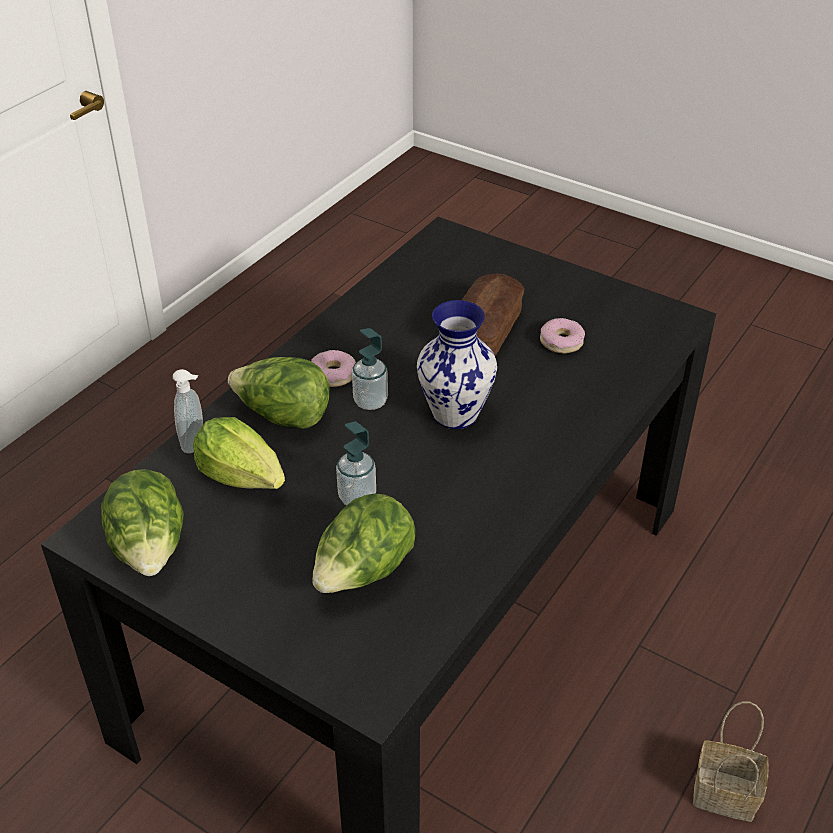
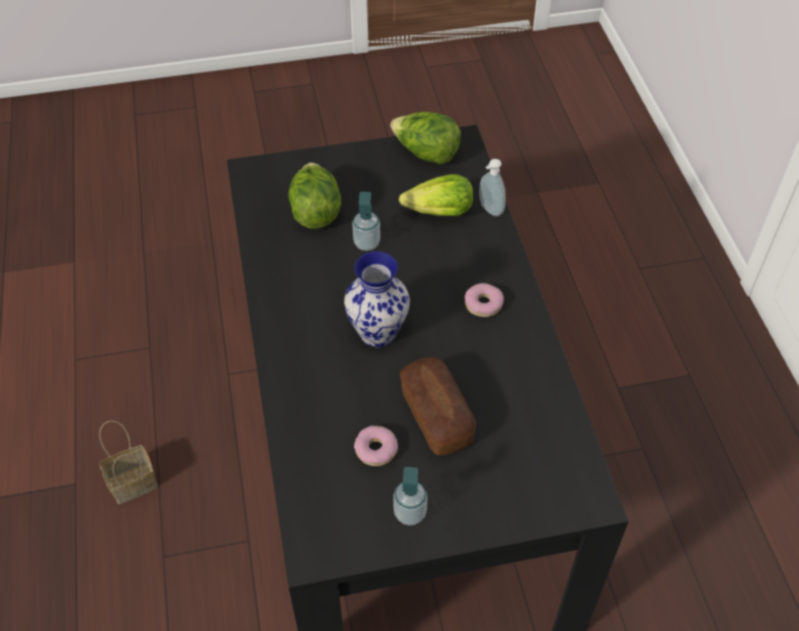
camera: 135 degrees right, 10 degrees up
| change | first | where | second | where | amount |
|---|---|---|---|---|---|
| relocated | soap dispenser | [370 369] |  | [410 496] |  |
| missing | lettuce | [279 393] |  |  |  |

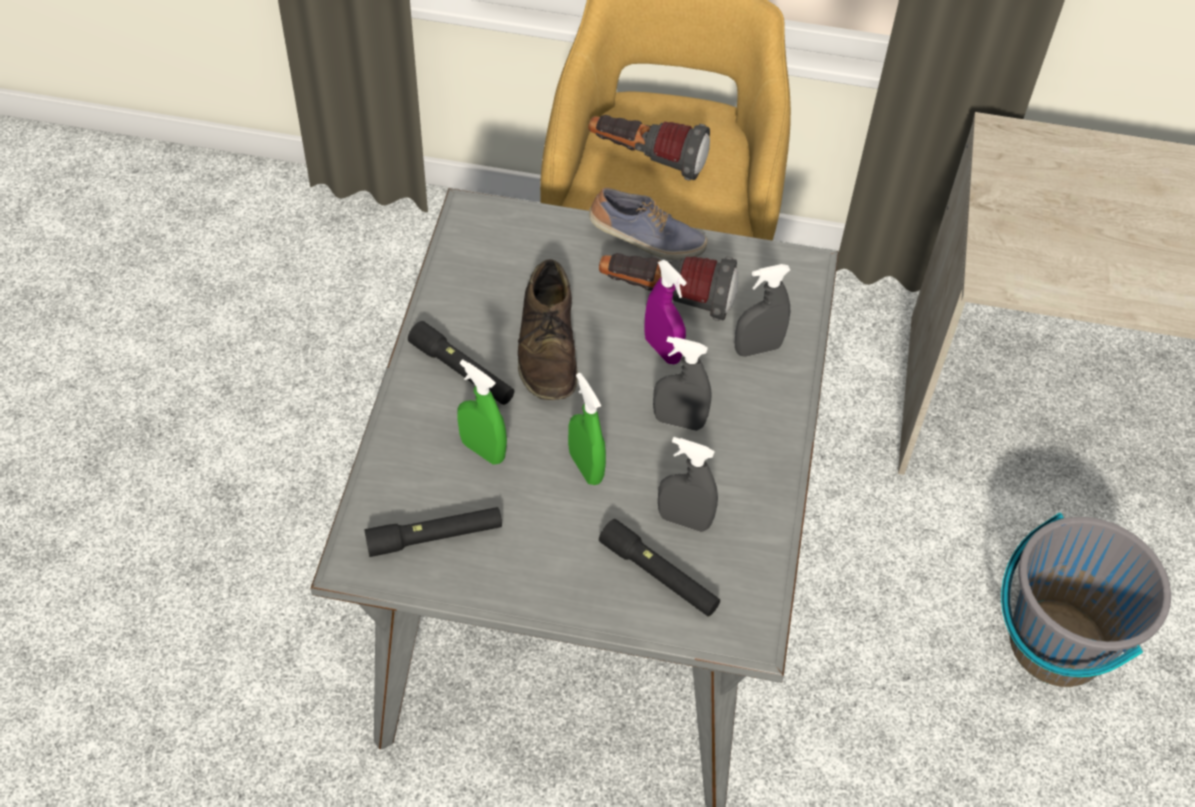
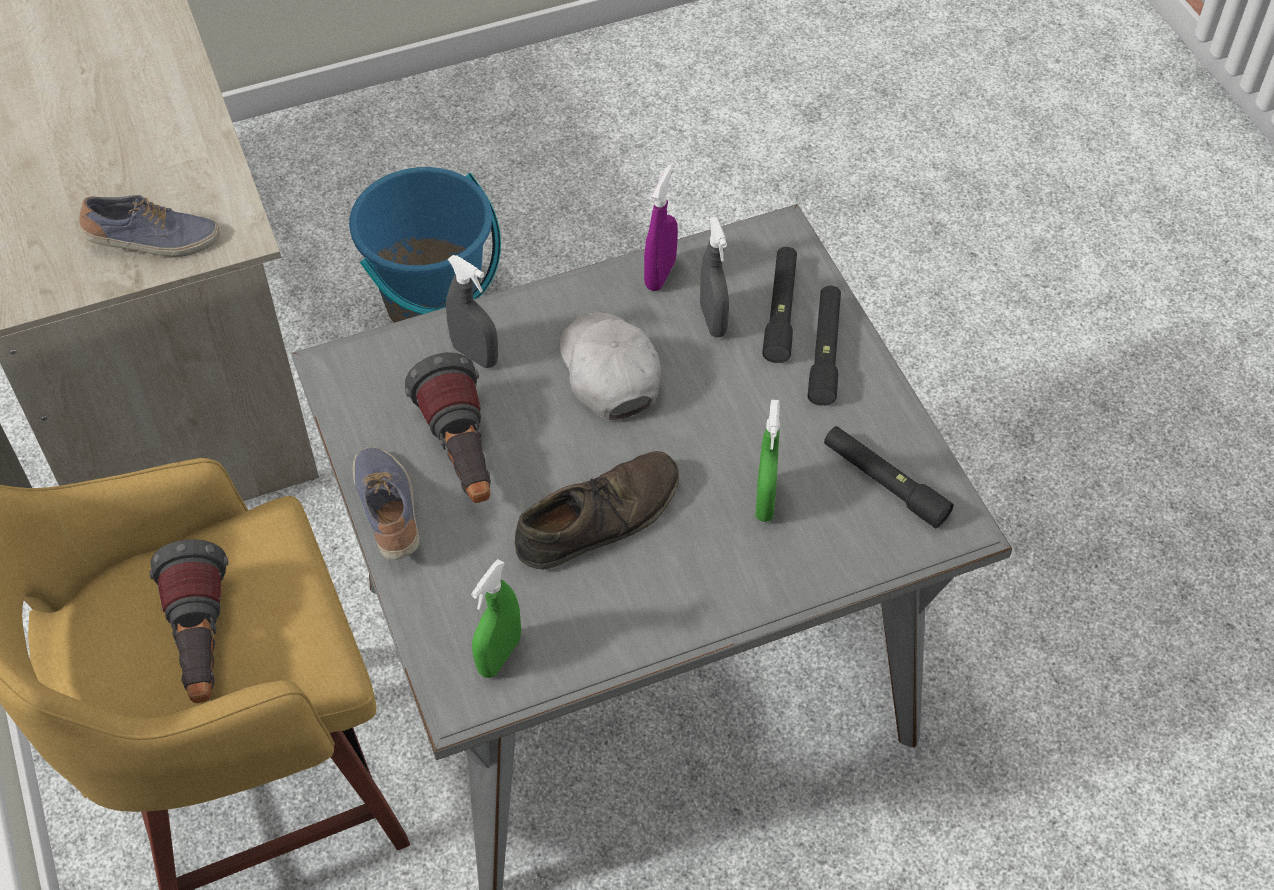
camera: 120 degrees left, 0 degrees up
| change | first | where | second | where | amount |
|---|---|---|---|---|---|
| relocated | spray bottle/purple | [665 312] |  | [661 227] |  |
| relocated | flashlight/black | [461 363] |  | [824 346] |  |
| exchanged | spray bottle/grey | [682 383] | cap/white | [610 366] |  |
| relocated | spray bottle/green | [587 429] |  | [496 618] |  |
| colour | bucket/grey | [1086 600] | bucket/blue | [425 245] |  |
| appeared |  |  | shoe | [149 226] |  |

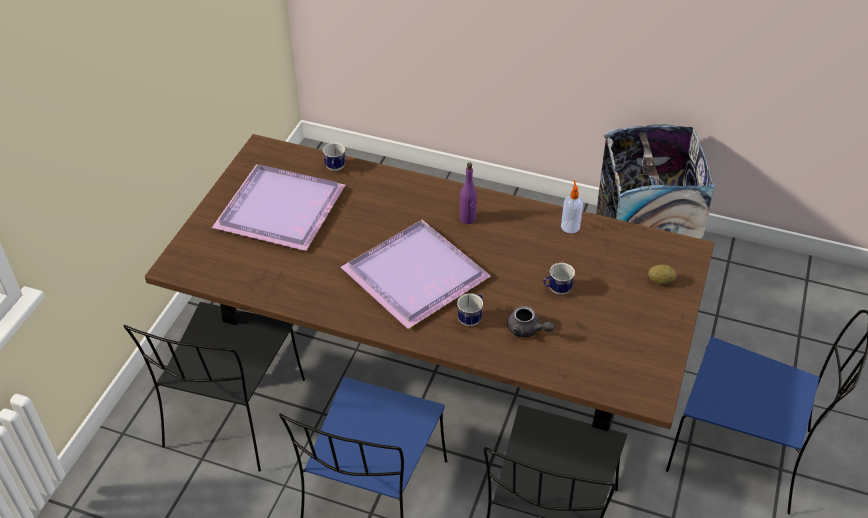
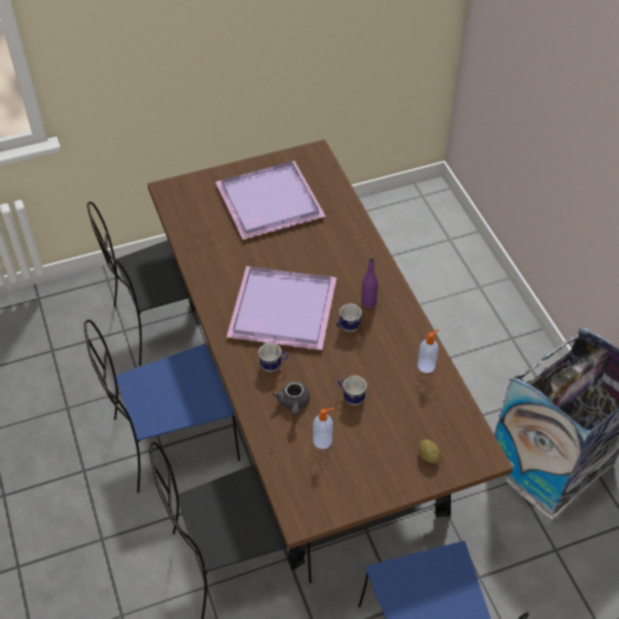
camera: 50 degrees right, 5 degrees up
| change | first | where | second | where | amount |
|---|---|---|---|---|---|
| relocated | mug | [334 156] |  | [349 317] |  |
| appeared |  |  | soap dispenser | [324 428] |  |

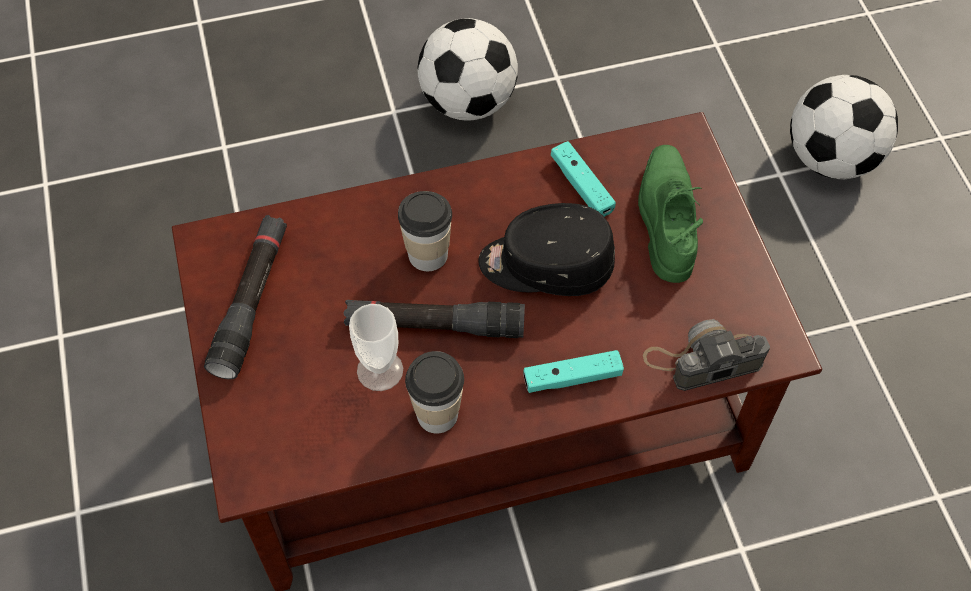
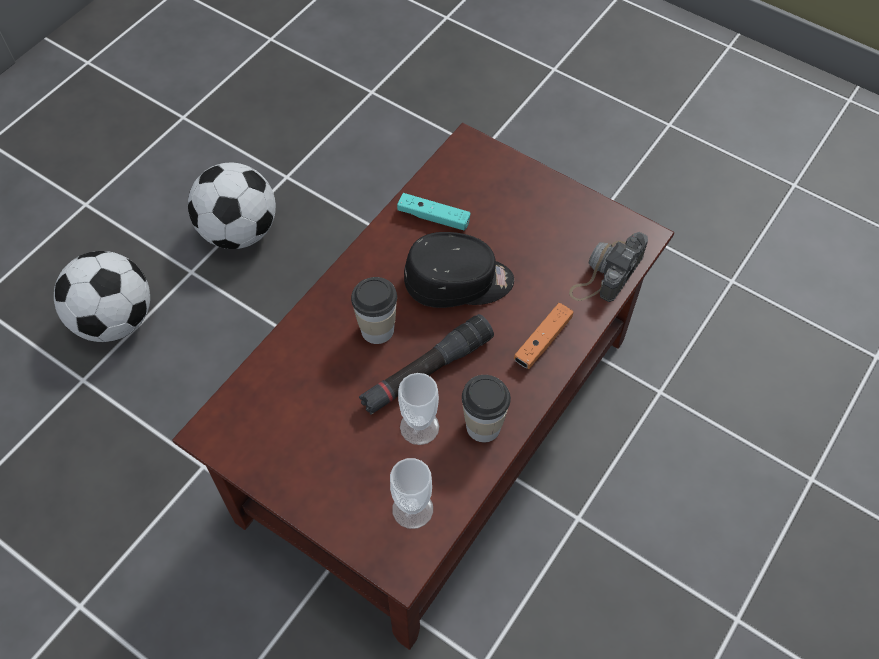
camera: 40 degrees left, 0 degrees up
| change | first | where | second | where | amount |
|---|---|---|---|---|---|
| relocated | football | [844 127] |  | [102 296] |  |
| missing | shoe/green | [670 214] |  |  |  |
| spun | cap/black | [547 249] |  | [459 270] | 150 degrees counterclockwise |
| missing | flashlight/black | [245 297] |  |  |  |
| colour | game controller/turquoise | [573 371] | game controller/orange | [543 336] |  |
| appeared |  |  | cup | [411 493] |  |

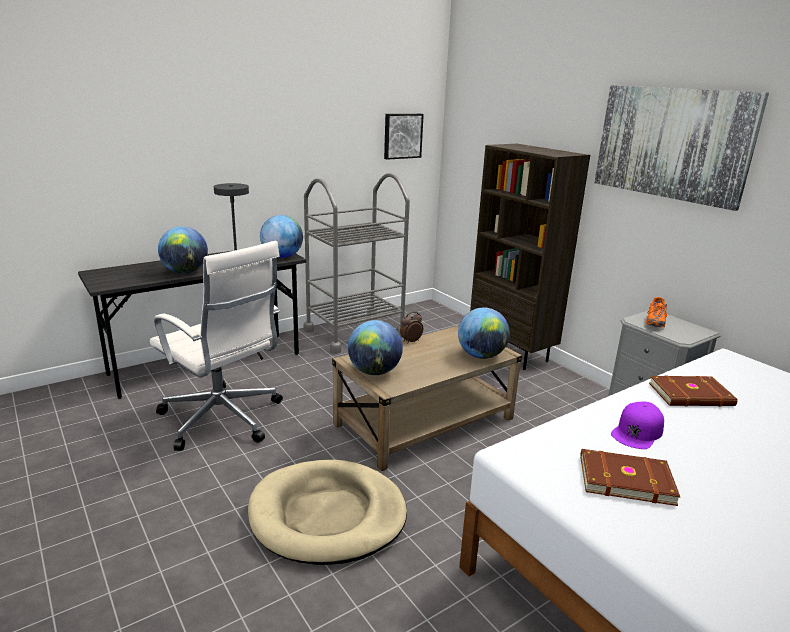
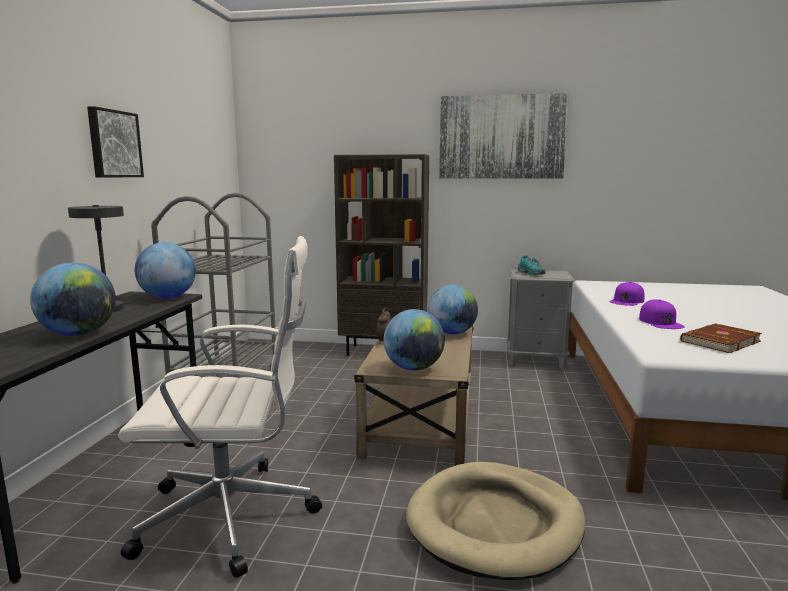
camera: 45 degrees left, 10 degrees down
| change | first | where | second | where | amount |
|---|---|---|---|---|---|
| relocated | picture | [404 137] |  | [115 141] |  |
| colour | shoe/orange | [656 312] | shoe/turquoise | [531 265] |  |
| exchanged | book/brown | [693 391] | cap/purple | [626 294] |  |

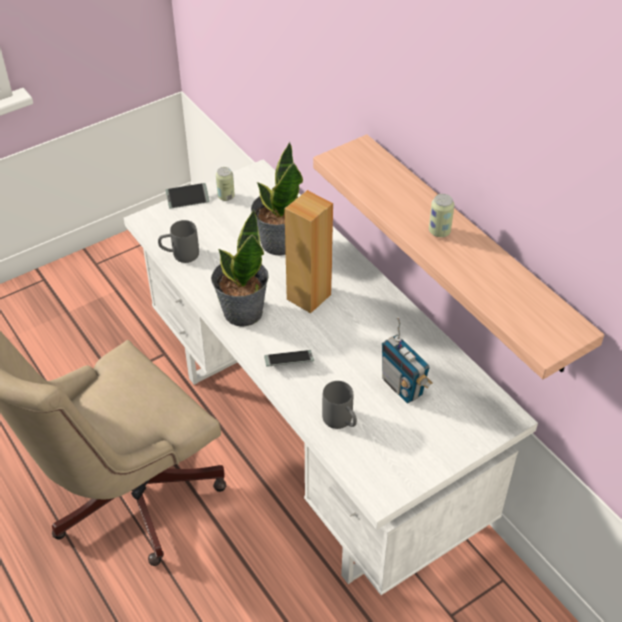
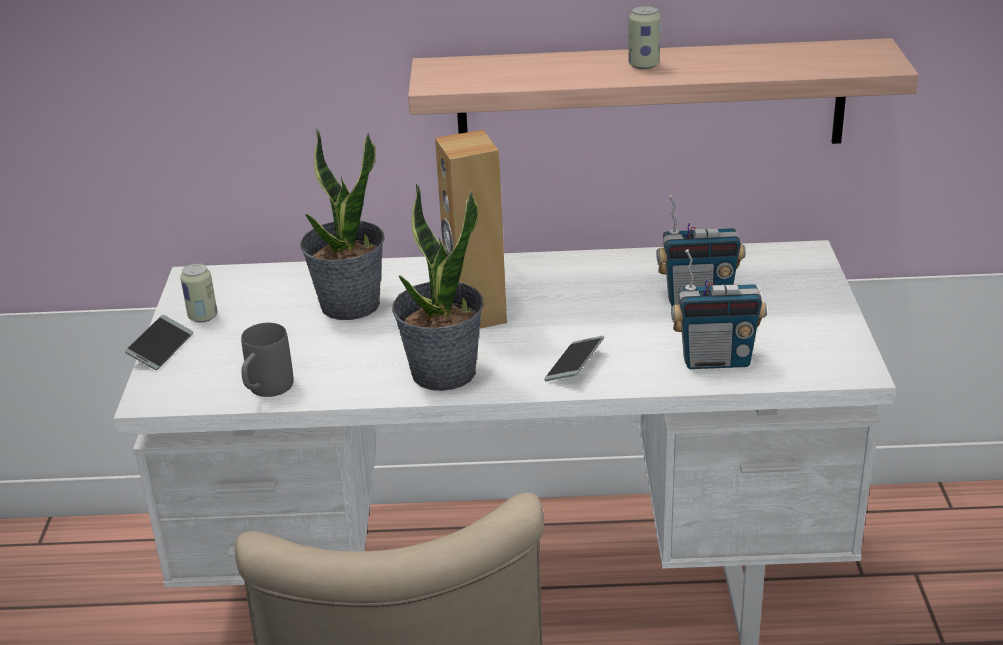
camera: 55 degrees left, 15 degrees down
| change | first | where | second | where | amount |
|---|---|---|---|---|---|
| exchanged | mug/grey | [339 405] | radio | [719 309] |  |

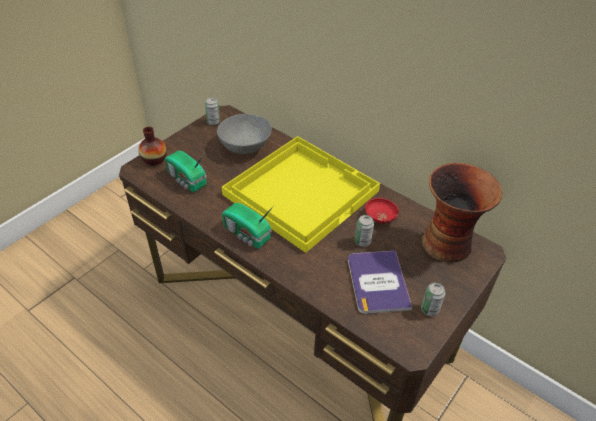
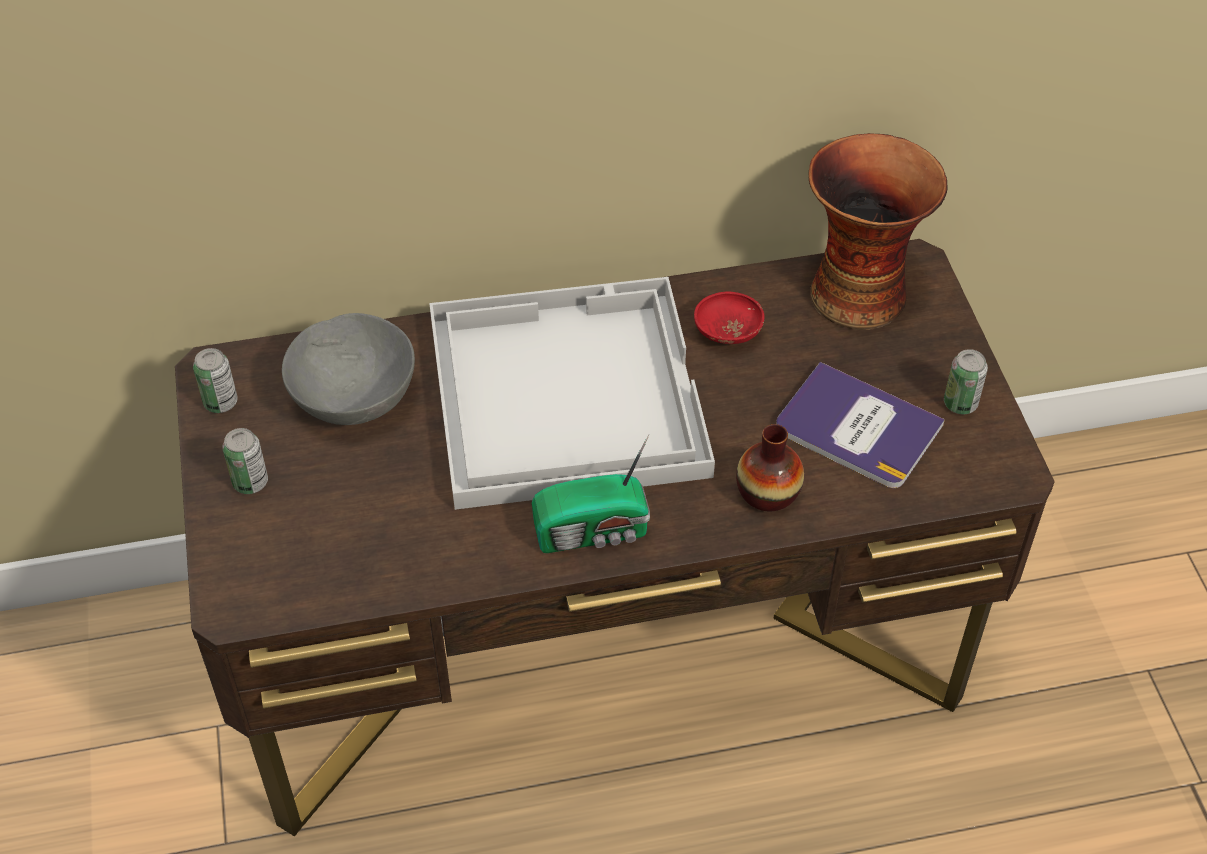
camera: 50 degrees left, 5 degrees up
| change | first | where | second | where | amount |
|---|---|---|---|---|---|
| relocated | vase | [152 146] |  | [770 467] |  |
| colour | tray/yellow | [301 194] | tray/white | [572 393] |  |
| missing | radio | [185 171] |  |  |  |
| relocated | can | [364 231] |  | [245 461] |  |

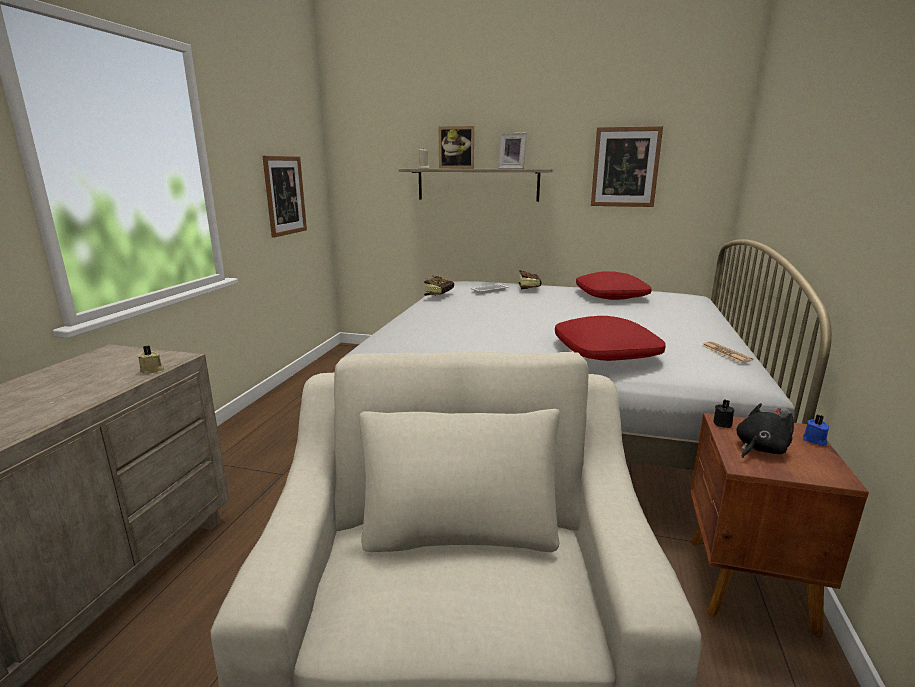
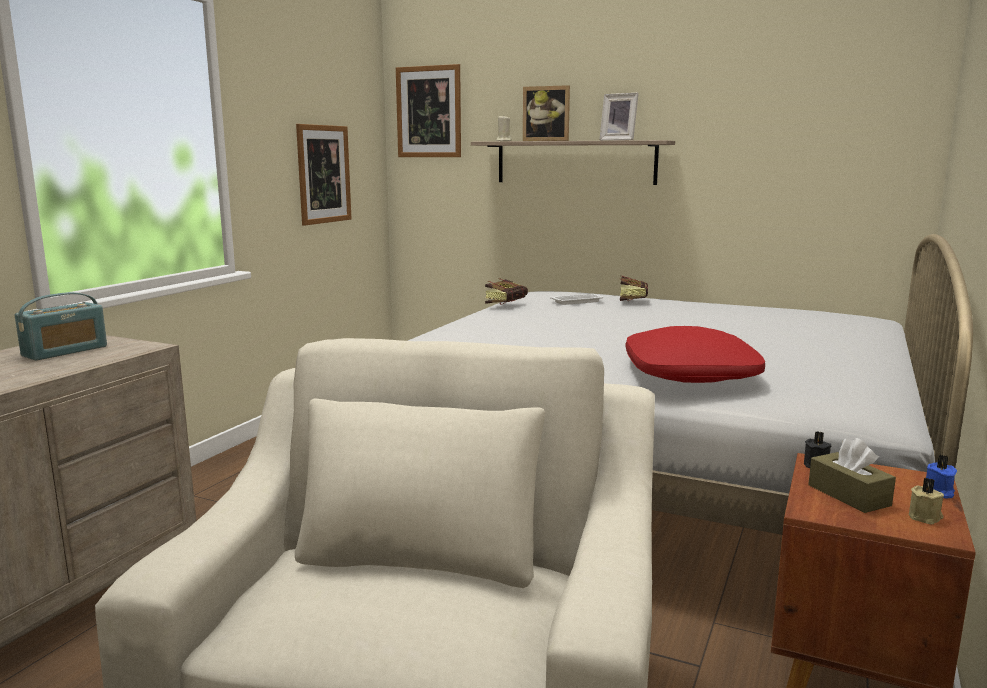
camera: 10 degrees right, 5 degrees down
| change | first | where | second | where | amount |
|---|---|---|---|---|---|
| relocated | picture | [627 166] |  | [428 110] |  |
| missing | pillow/red | [614 285] |  |  |  |
| missing | newspaper | [727 352] |  |  |  |
| relocated | candle/beige | [151 360] |  | [926 501] |  |
| exchanged | plush toy/black | [765 430] | tissue box/brown | [852 475] |  |
| appeared |  |  | radio | [61 326] |  |

